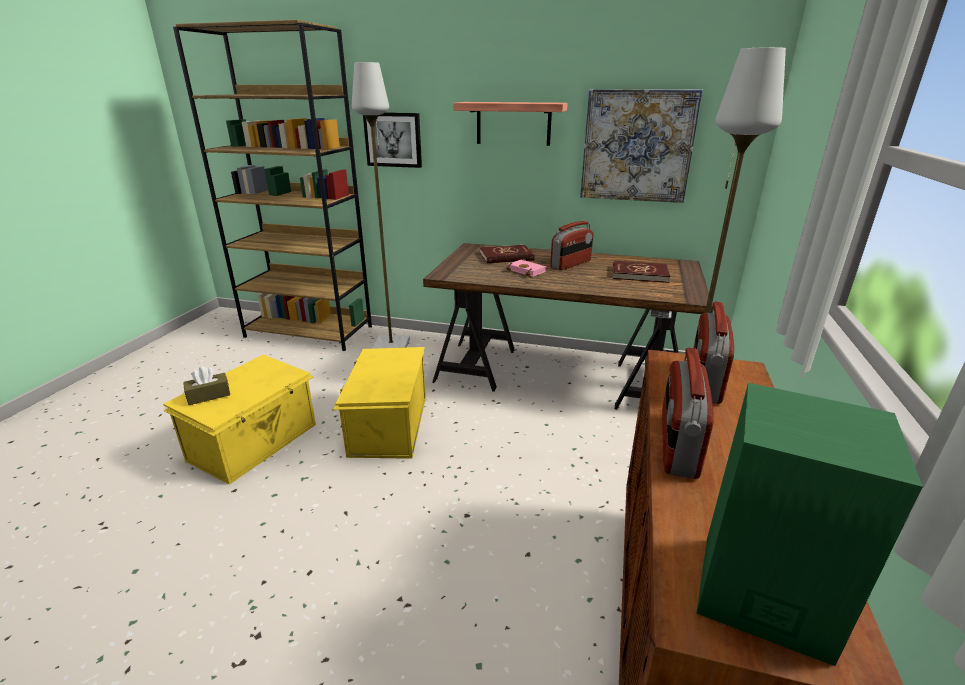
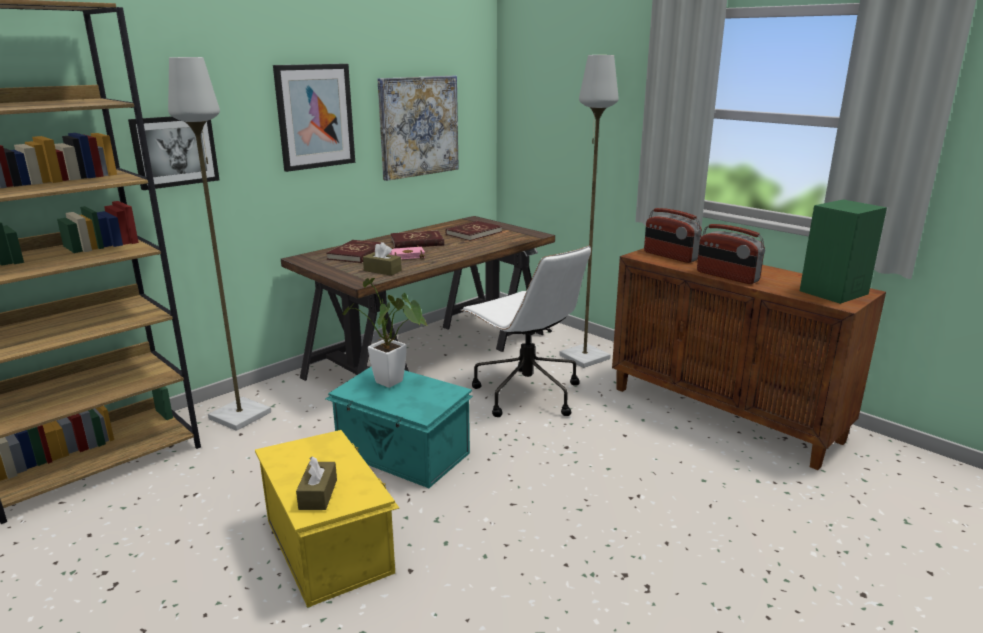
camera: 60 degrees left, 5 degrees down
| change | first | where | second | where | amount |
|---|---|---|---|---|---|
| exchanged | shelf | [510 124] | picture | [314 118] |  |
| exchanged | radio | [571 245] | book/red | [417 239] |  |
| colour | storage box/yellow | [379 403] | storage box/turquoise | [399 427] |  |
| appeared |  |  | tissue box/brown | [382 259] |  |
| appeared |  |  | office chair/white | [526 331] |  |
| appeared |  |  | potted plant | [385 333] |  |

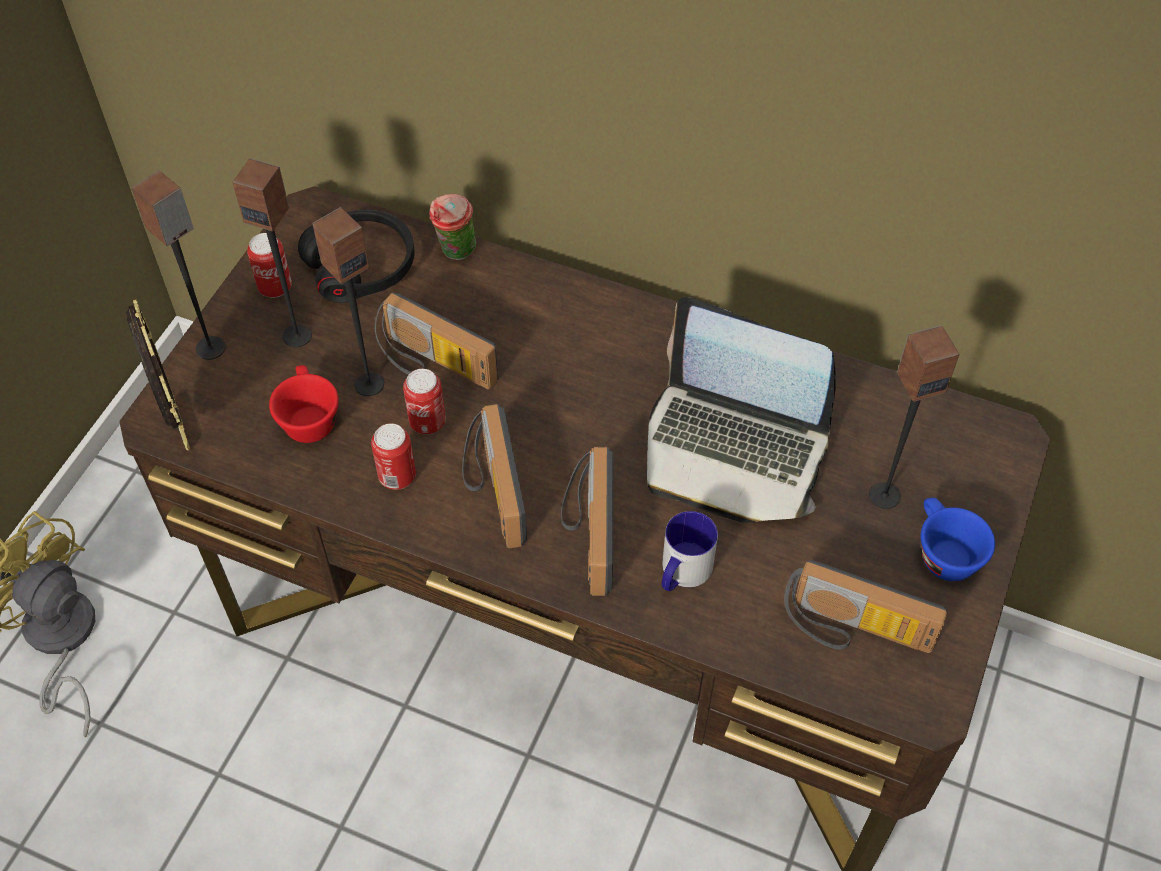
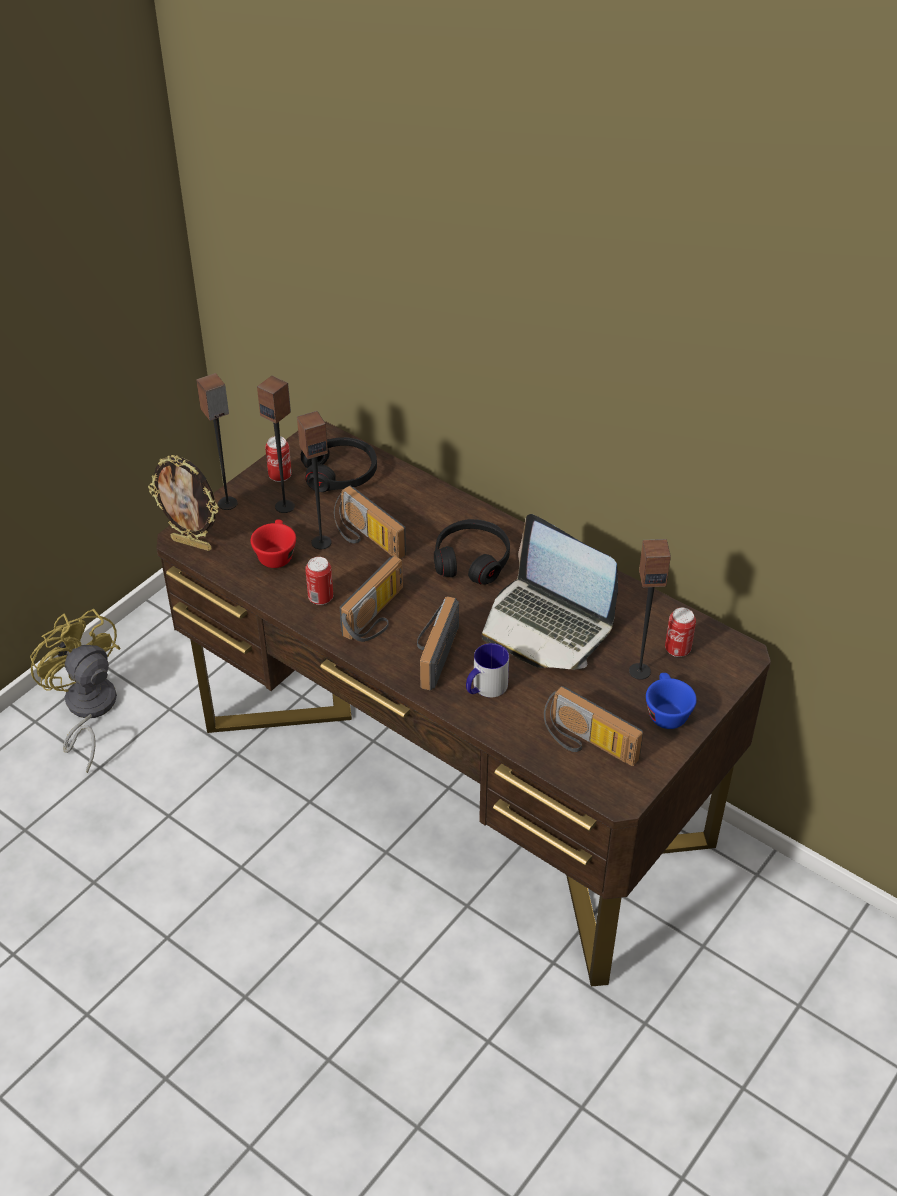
camera: 15 degrees right, 10 degrees down
| change | first | where | second | where | amount |
|---|---|---|---|---|---|
| missing | cup | [452 227] |  |  |  |
| spun | picture frame | [157 375] |  | [183 503] | 120 degrees clockwise |
| relocated | can | [424 401] |  | [680 632] |  |
| spun | radio | [494 476] |  | [371 599] | 150 degrees counterclockwise |
| appeared |  |  | headphones/black | [472 551] |  |

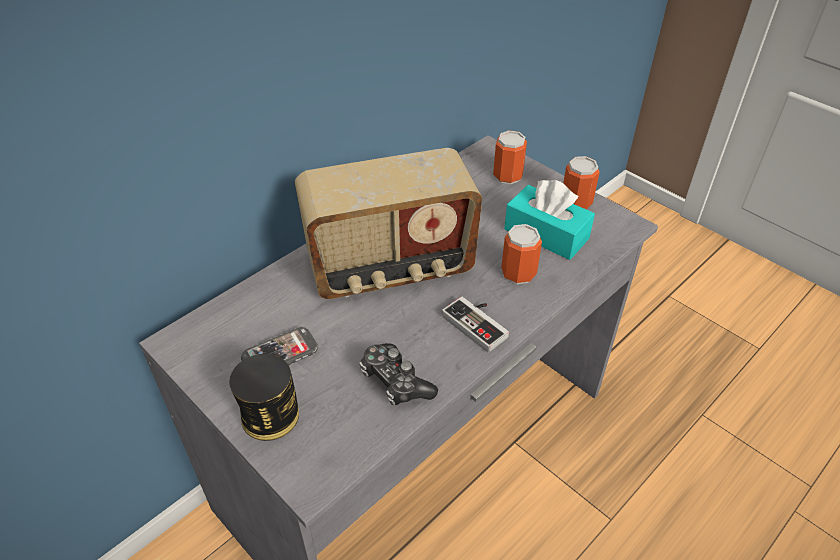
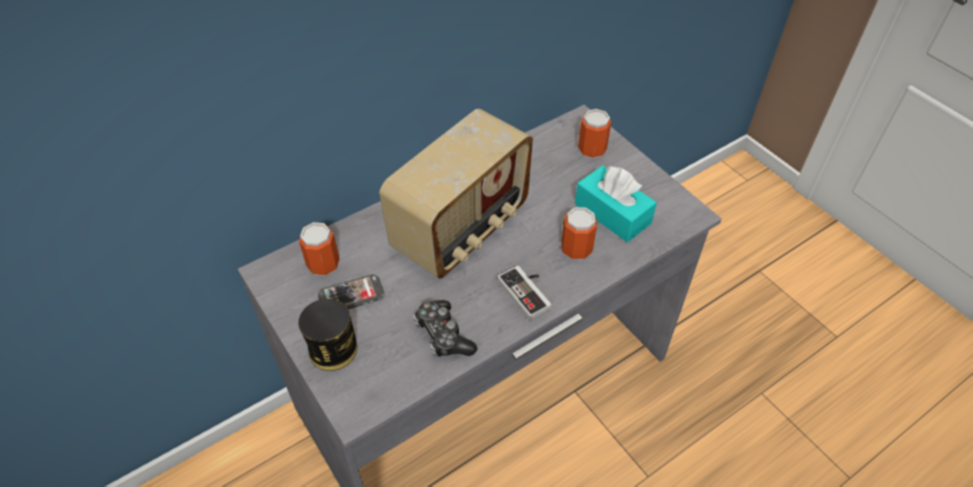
camera: 10 degrees right, 5 degrees up
| change | first | where | second | where | amount |
|---|---|---|---|---|---|
| spun | radio | [388 223] |  | [456 194] | 45 degrees counterclockwise |
| relocated | can | [581 182] |  | [319 249] |  |

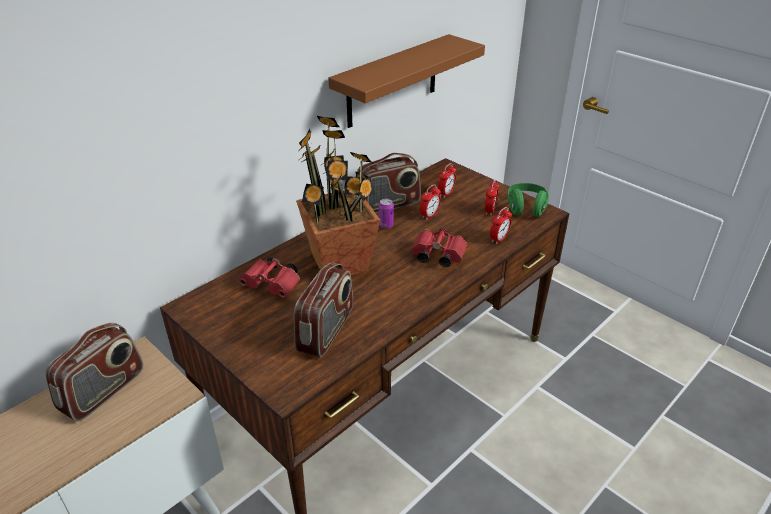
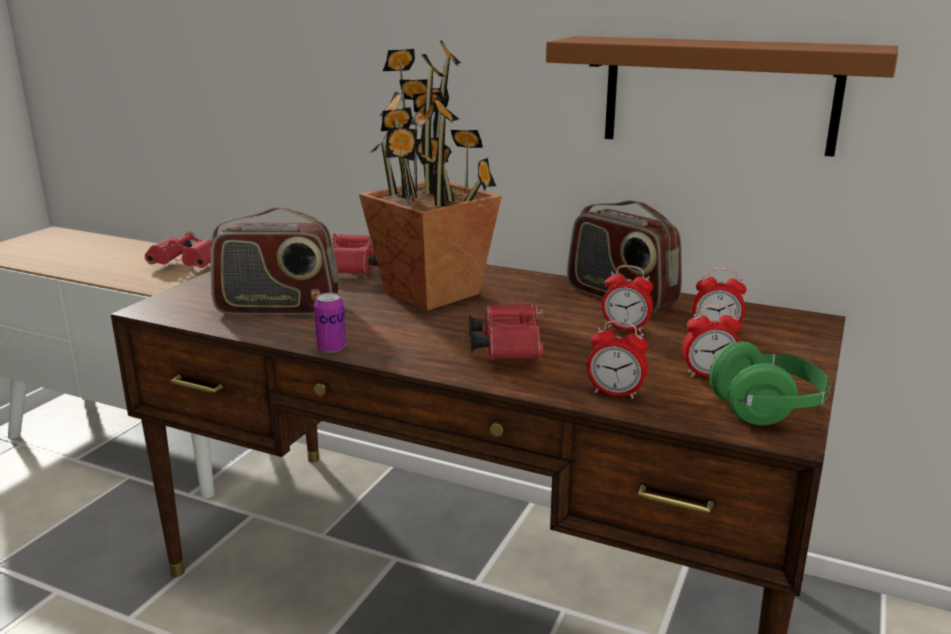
camera: 70 degrees right, 15 degrees down
| change | first | where | second | where | amount |
|---|---|---|---|---|---|
| relocated | can | [386 213] |  | [330 323] |  |
| exchanged | radio | [94 372] | binoculars/red | [178 249] |  |

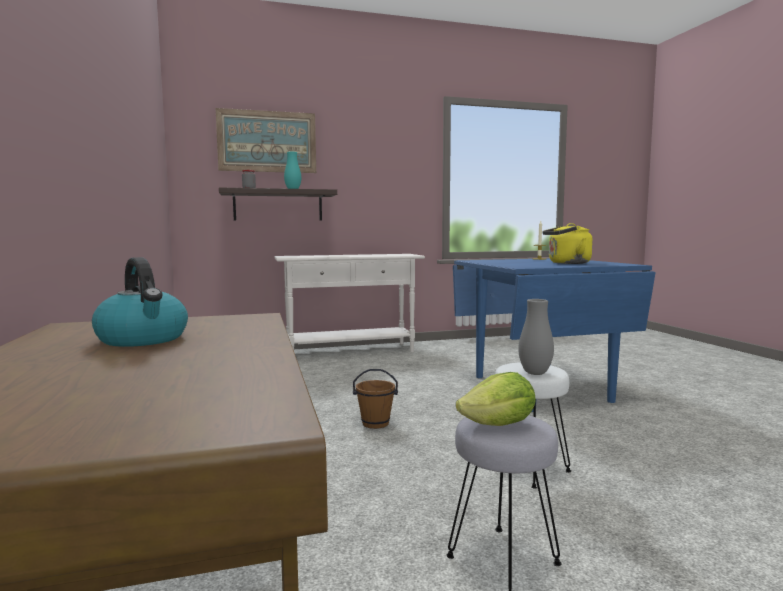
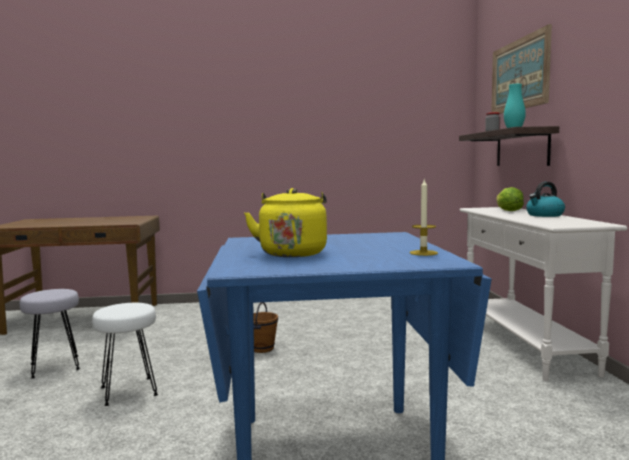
camera: 100 degrees right, 0 degrees up
| change | first | where | second | where | amount |
|---|---|---|---|---|---|
| relocated | kettle | [140 302] |  | [545 199] |  |
| missing | vase/grey | [536 337] |  |  |  |
| relocated | lettuce | [496 399] |  | [510 199] |  |

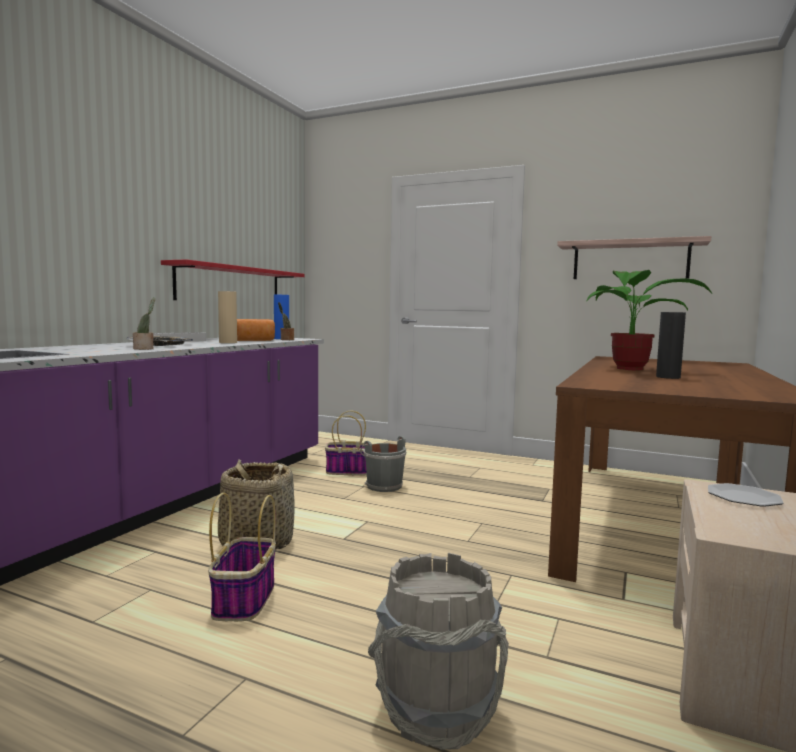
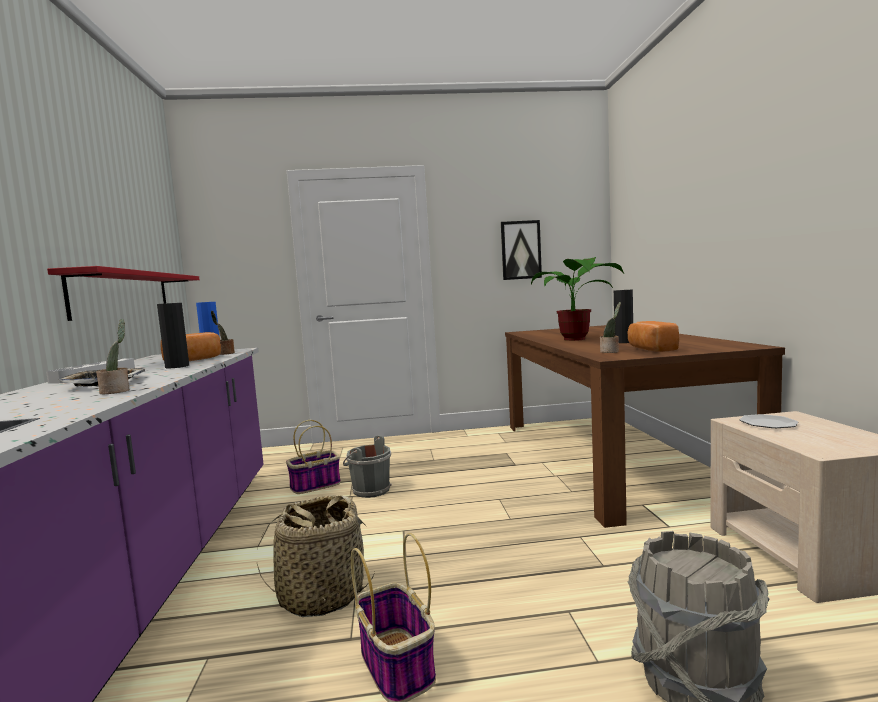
camera: 30 degrees left, 0 degrees up
| change | first | where | second | where | amount |
|---|---|---|---|---|---|
| exchanged | shelf | [634 257] | picture | [521 250] |  |
| colour | vase/beige | [227 317] | vase/black | [173 335] |  |
| appeared |  |  | potted plant | [610 327] |  |
| appeared |  |  | bread | [653 336] |  |

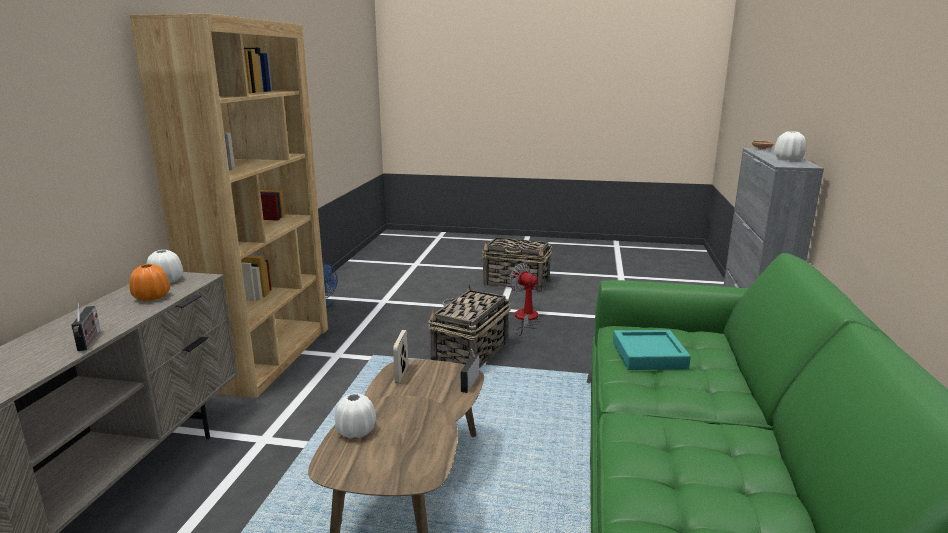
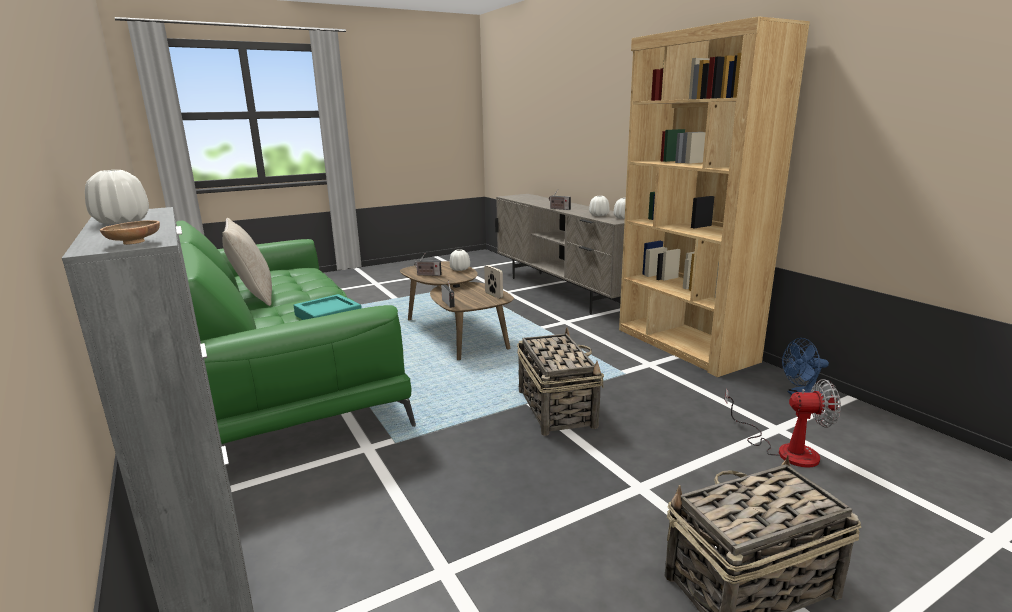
camera: 140 degrees right, 0 degrees up
| change | first | where | second | where | amount |
|---|---|---|---|---|---|
| relocated | fan | [524 299] |  | [783 423] |  |
| colour | vase/orange | [150 282] | vase/white | [599 206] |  |
| appeared |  |  | pillow/beige | [247 262] |  |
| appeared |  |  | radio | [428 264] |  |

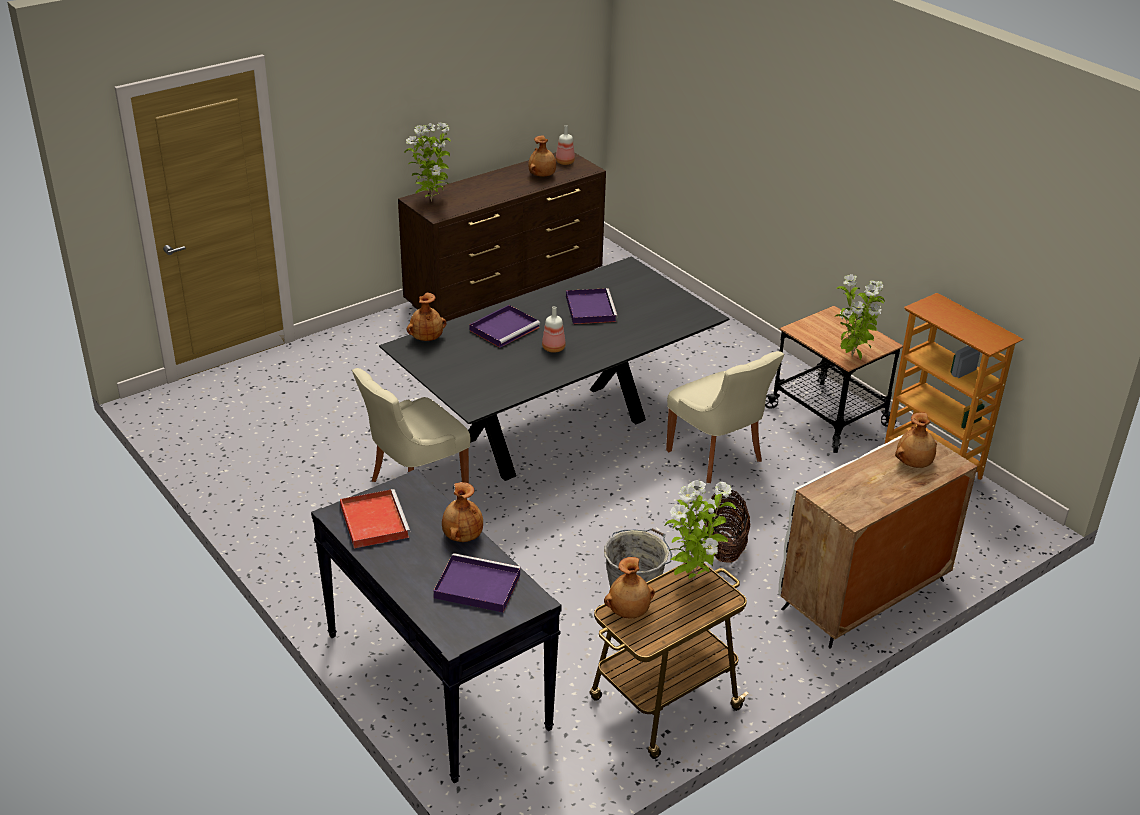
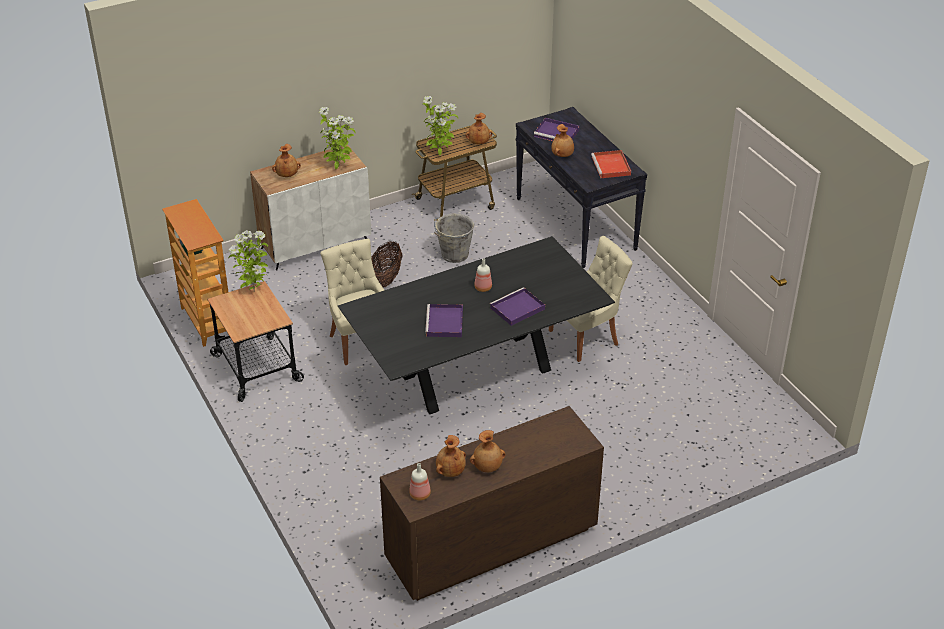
camera: 170 degrees left, 5 degrees up
| change | first | where | second | where | amount |
|---|---|---|---|---|---|
| relocated | potted plant | [428 162] |  | [337 138] |  |
| relocated | vase/brown | [426 316] |  | [488 451] |  |

